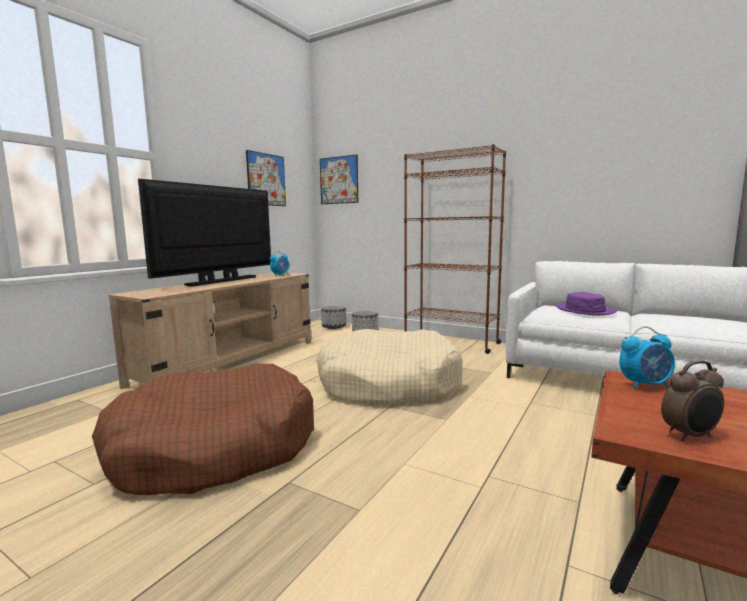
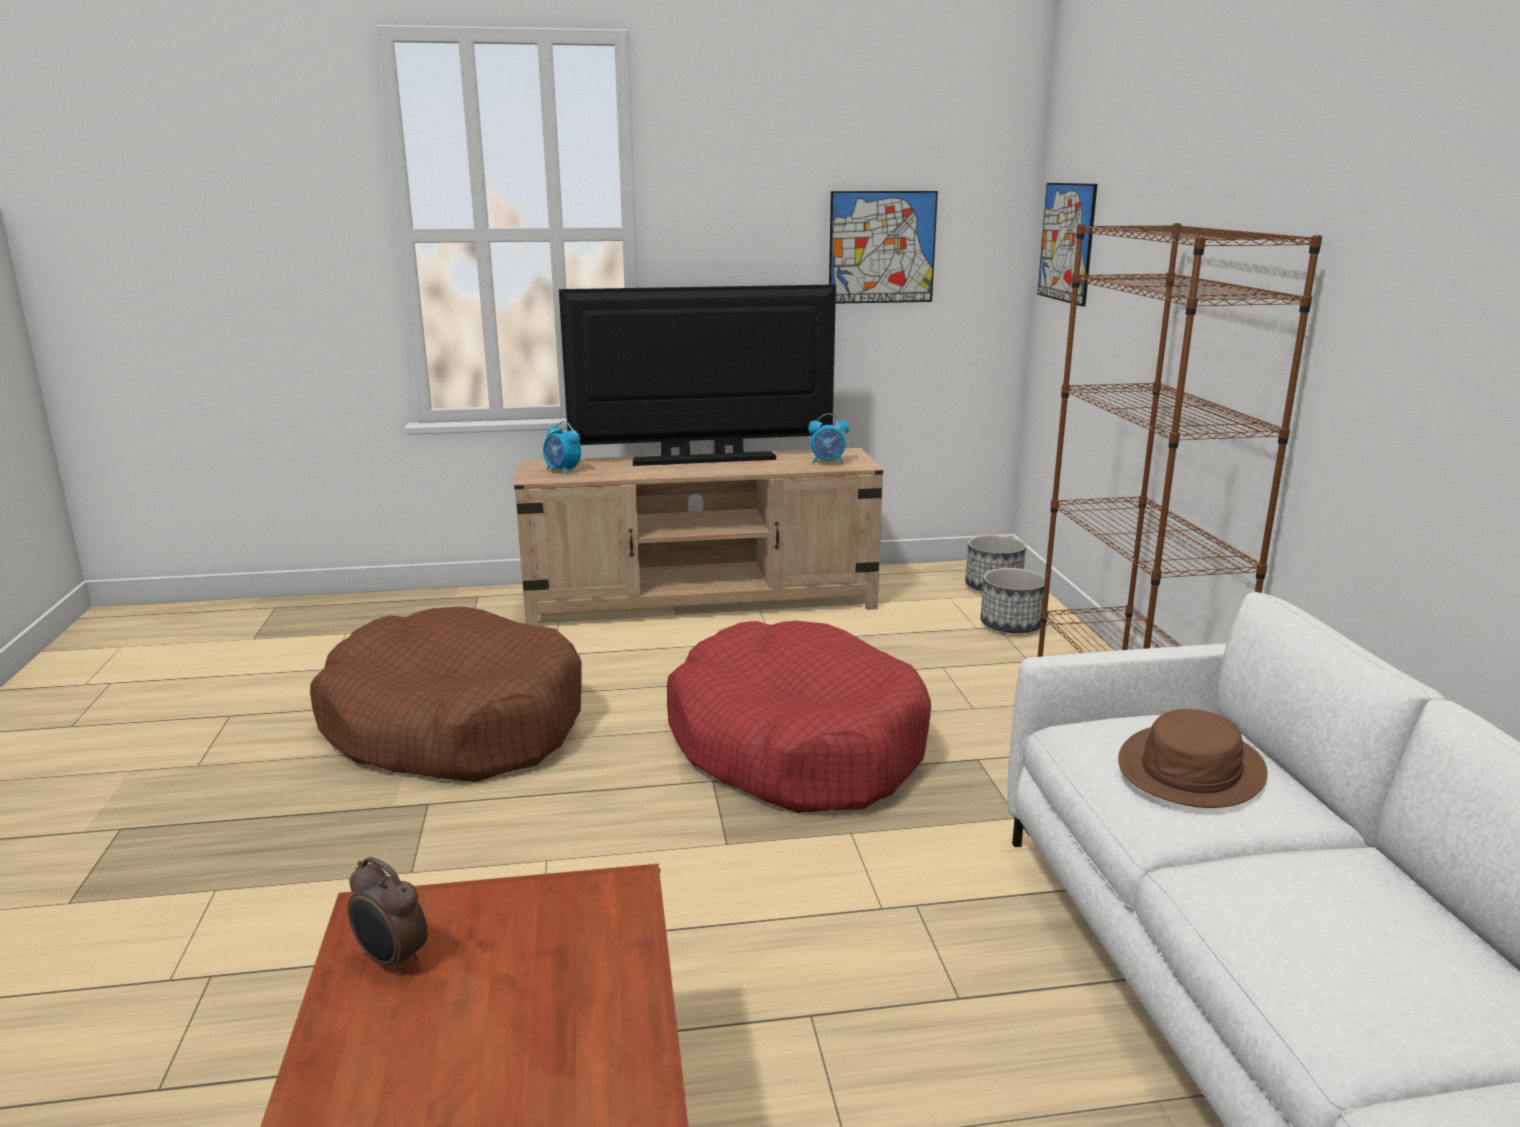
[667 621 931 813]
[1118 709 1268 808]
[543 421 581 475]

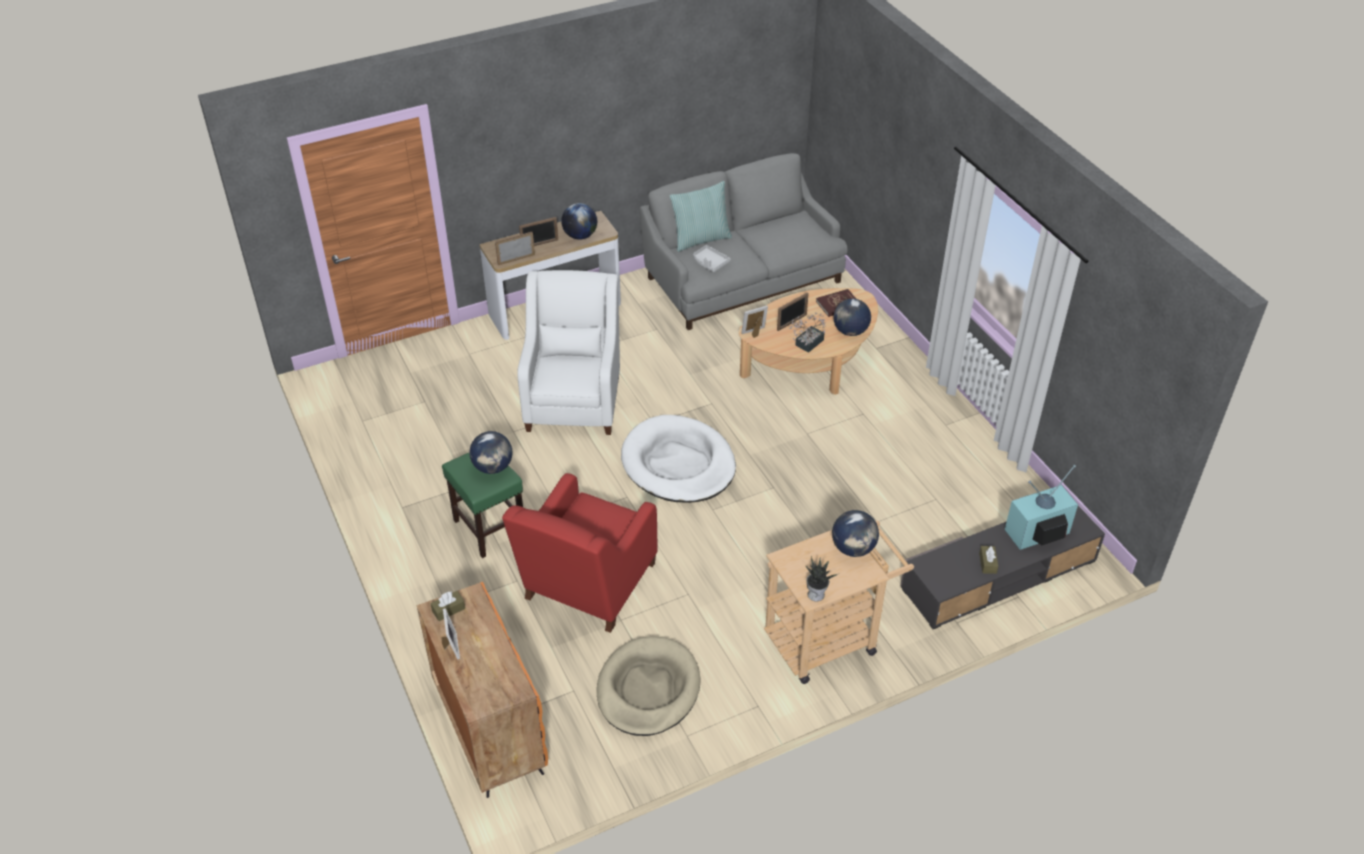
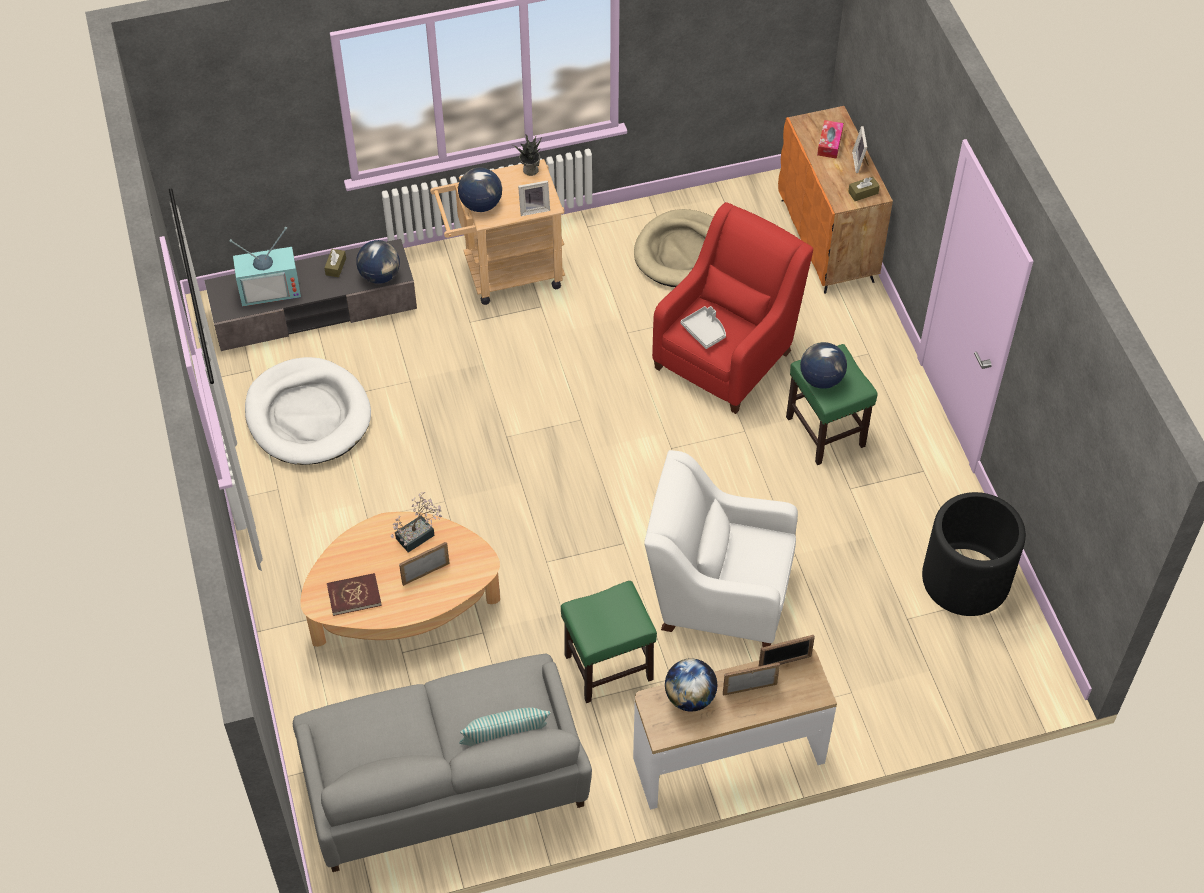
[644 450 798 647]
[245 357 371 465]
[680 306 726 349]
[518 180 550 216]
[356 240 400 284]
[561 581 657 703]
[817 120 844 159]
[922 492 1026 616]

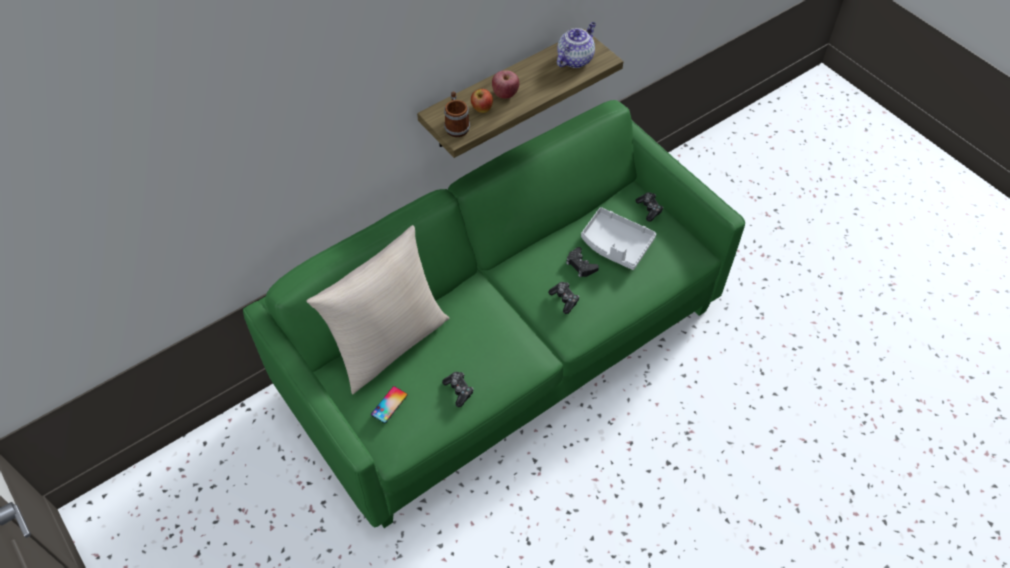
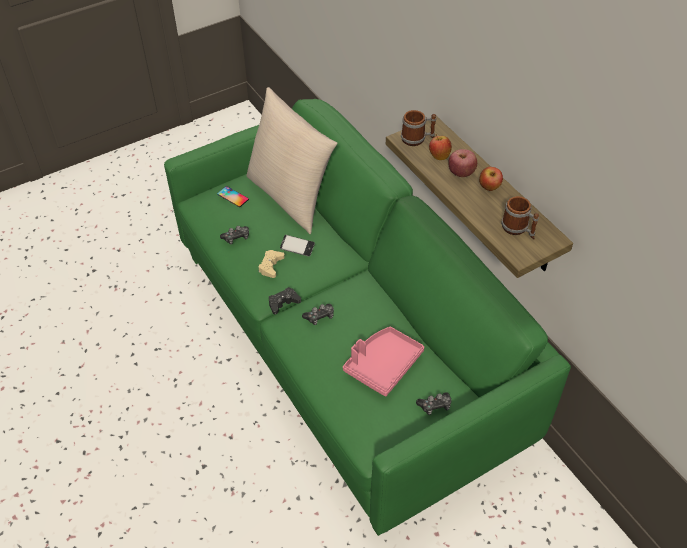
[501 196 539 239]
[269 287 301 315]
[343 327 424 396]
[258 250 285 278]
[280 235 315 257]
[479 167 503 191]

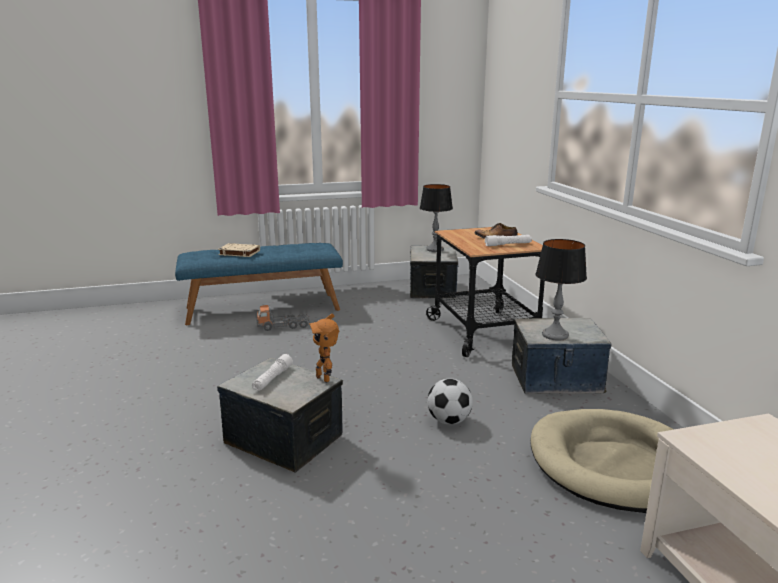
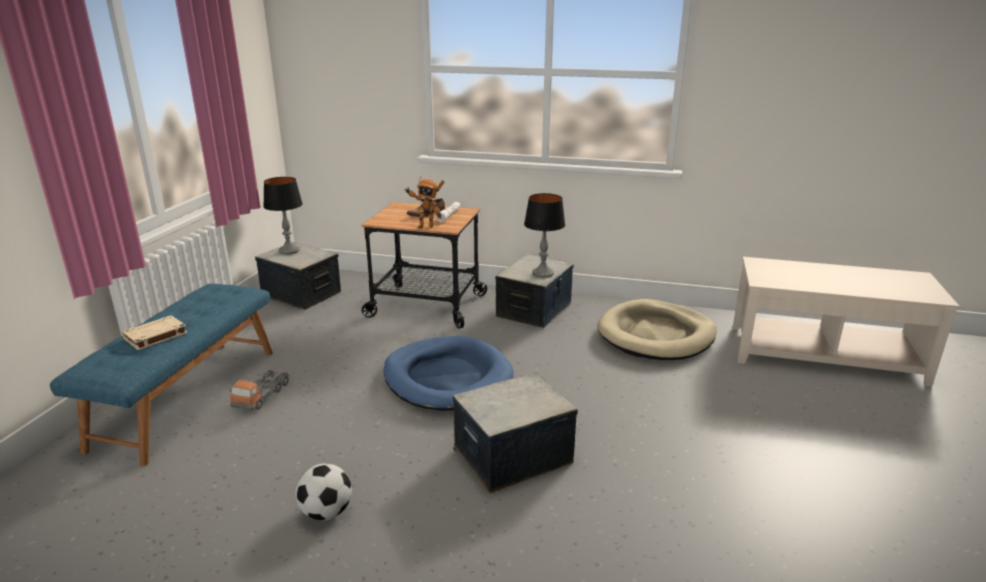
[252 354 293 391] (first image)
[405 176 444 228]
[295 464 352 520]
[383 336 514 411]

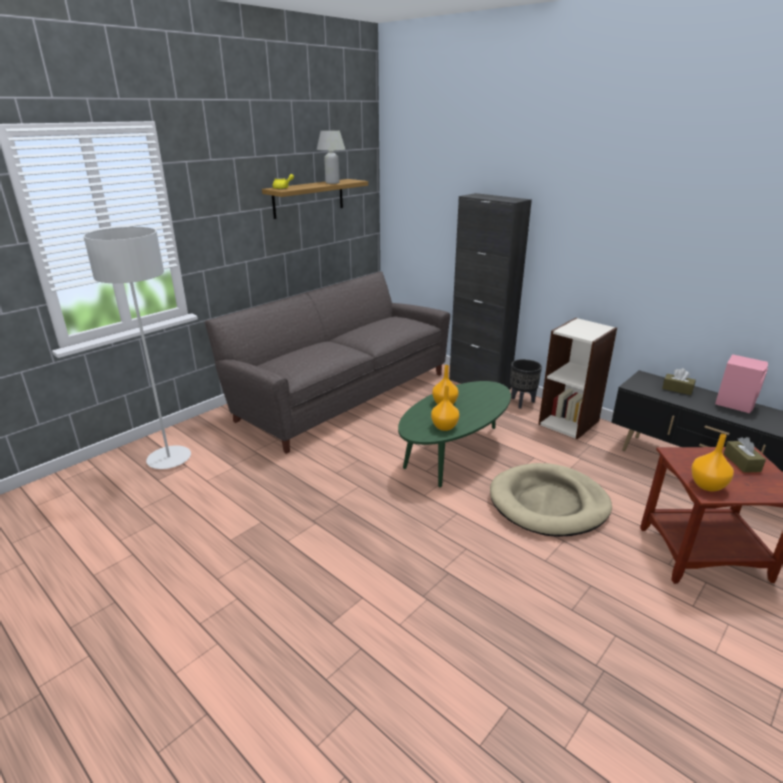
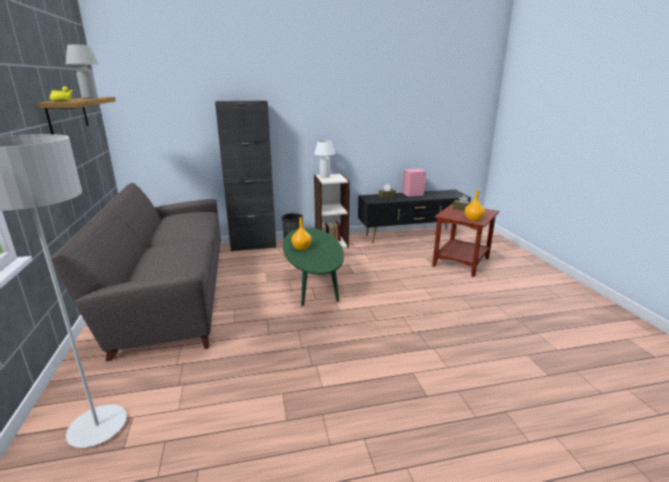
[431 385 459 431] (first image)
[490 463 612 537] (first image)
[314 140 335 178]

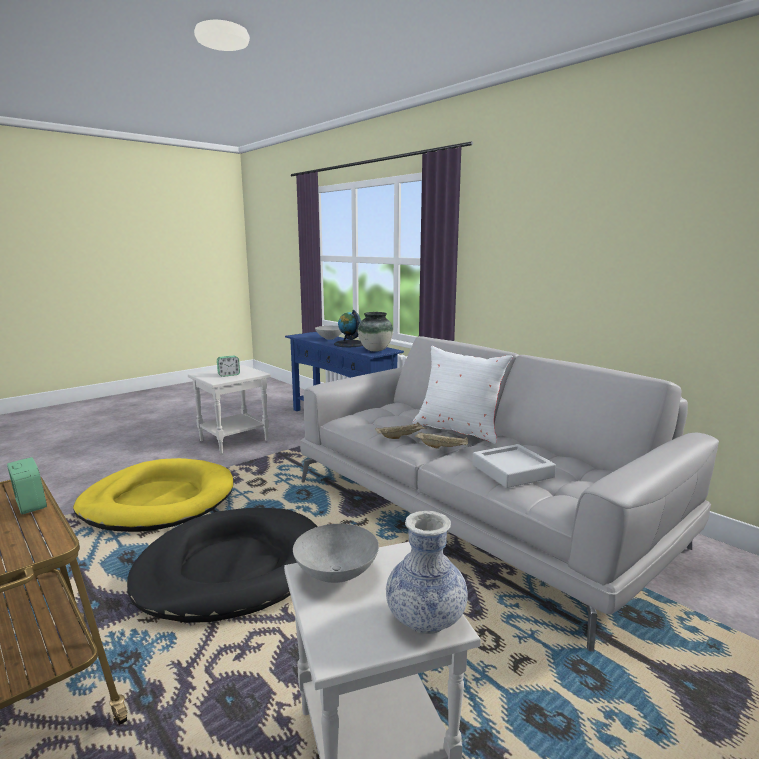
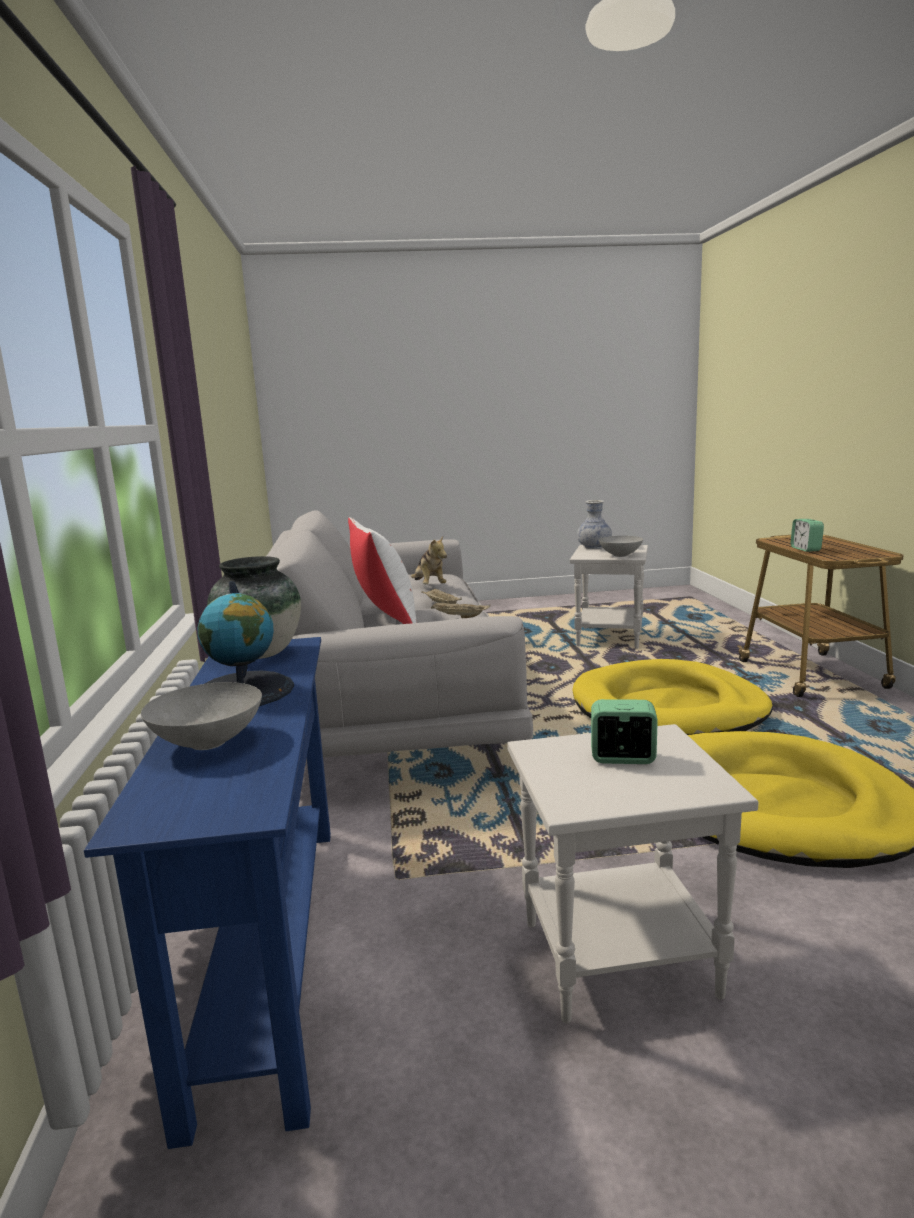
[572 659 773 735]
[411 536 447 584]

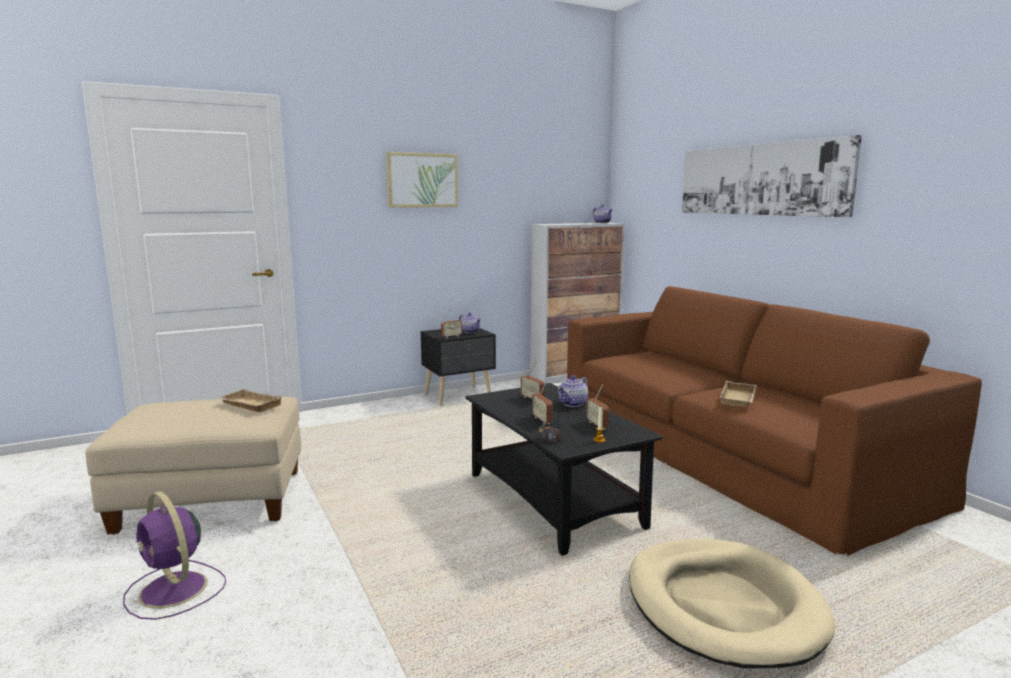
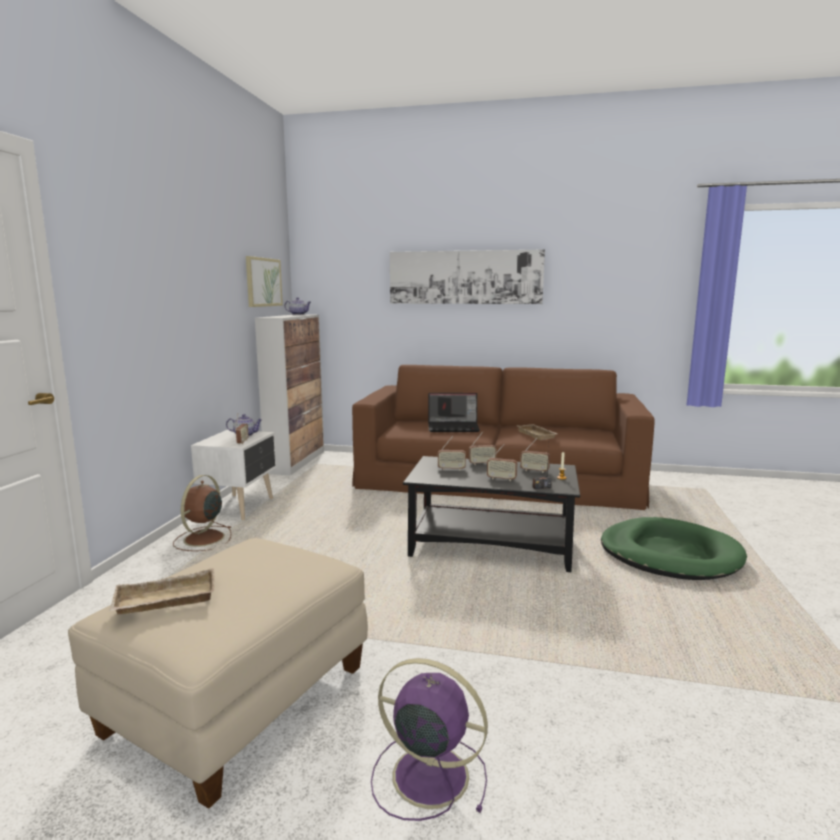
[371 658 488 821]
[109 568 215 615]
[246 256 283 307]
[191 430 277 520]
[469 431 496 465]
[601 517 747 580]
[173 475 232 551]
[428 393 480 432]

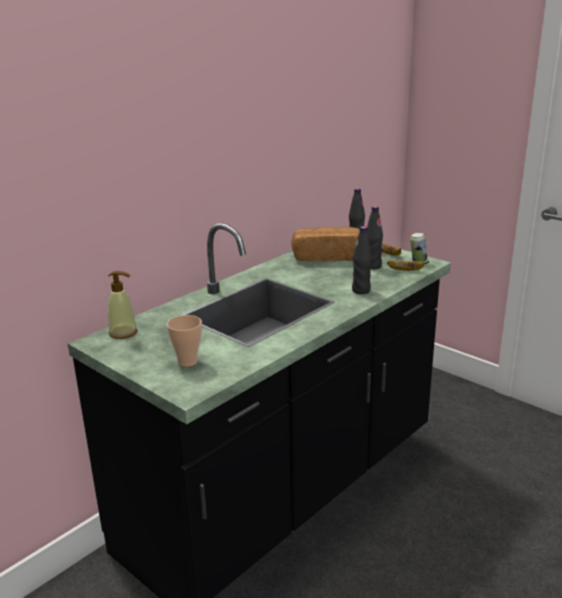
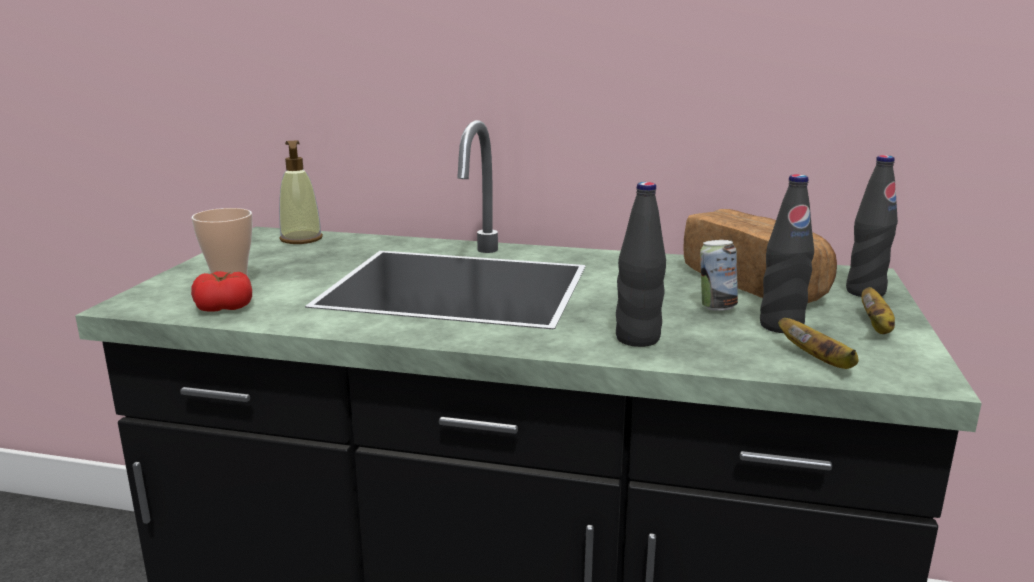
[700 240 738 311]
[191 271 252 312]

